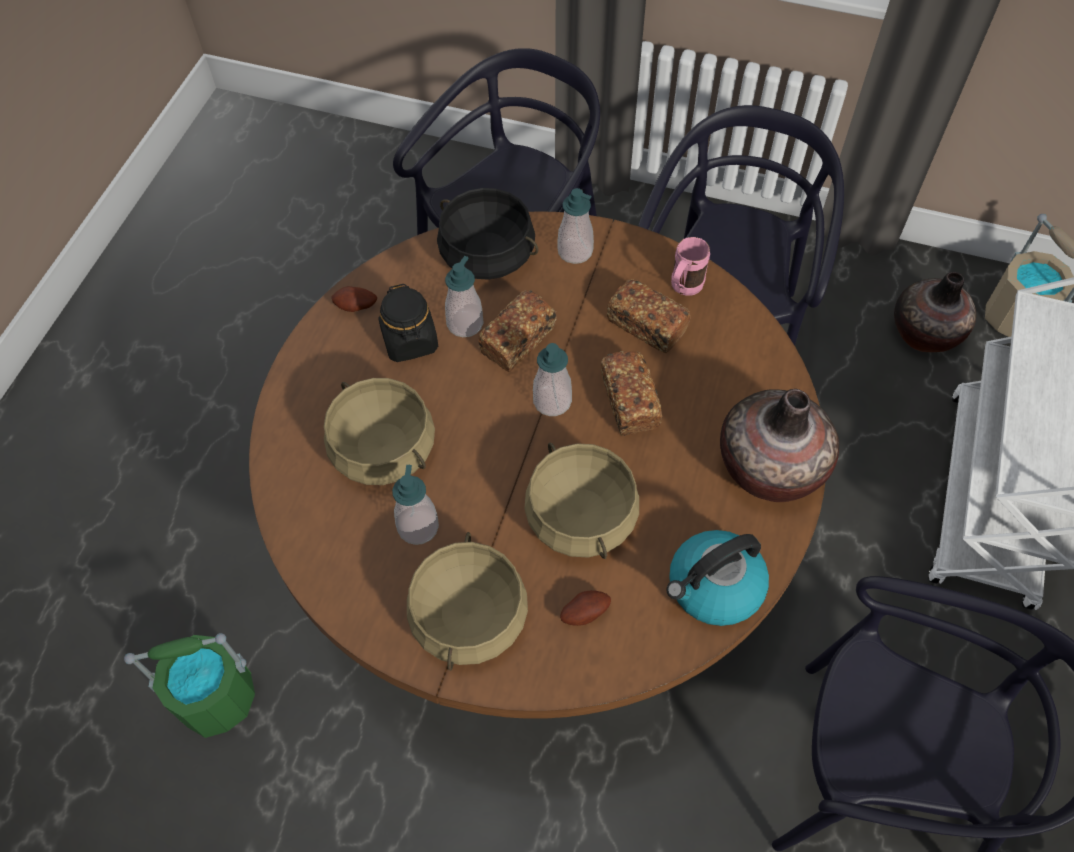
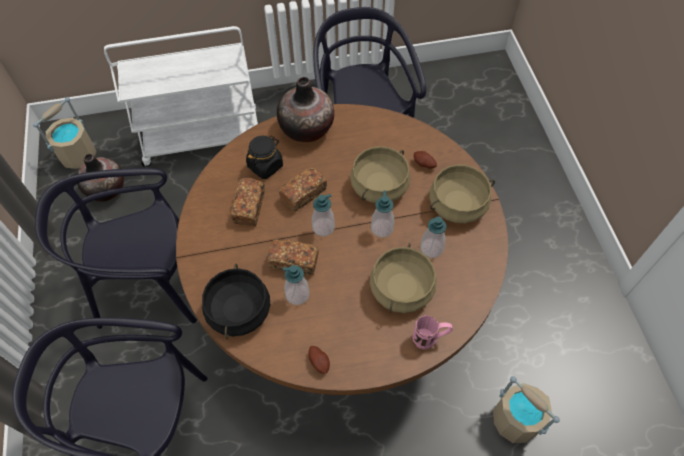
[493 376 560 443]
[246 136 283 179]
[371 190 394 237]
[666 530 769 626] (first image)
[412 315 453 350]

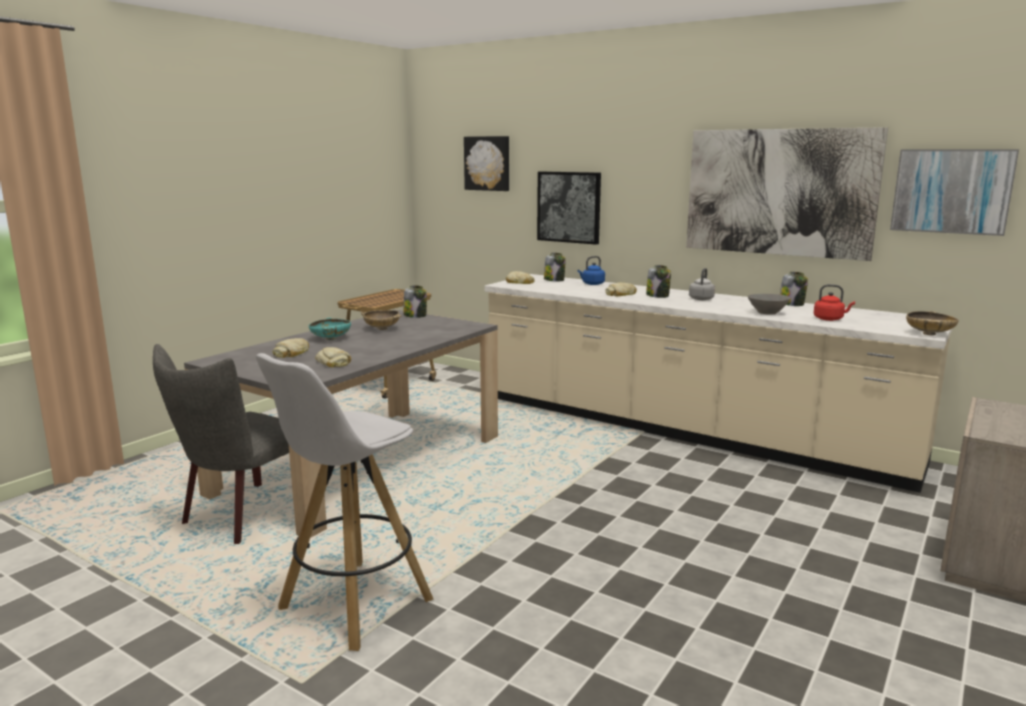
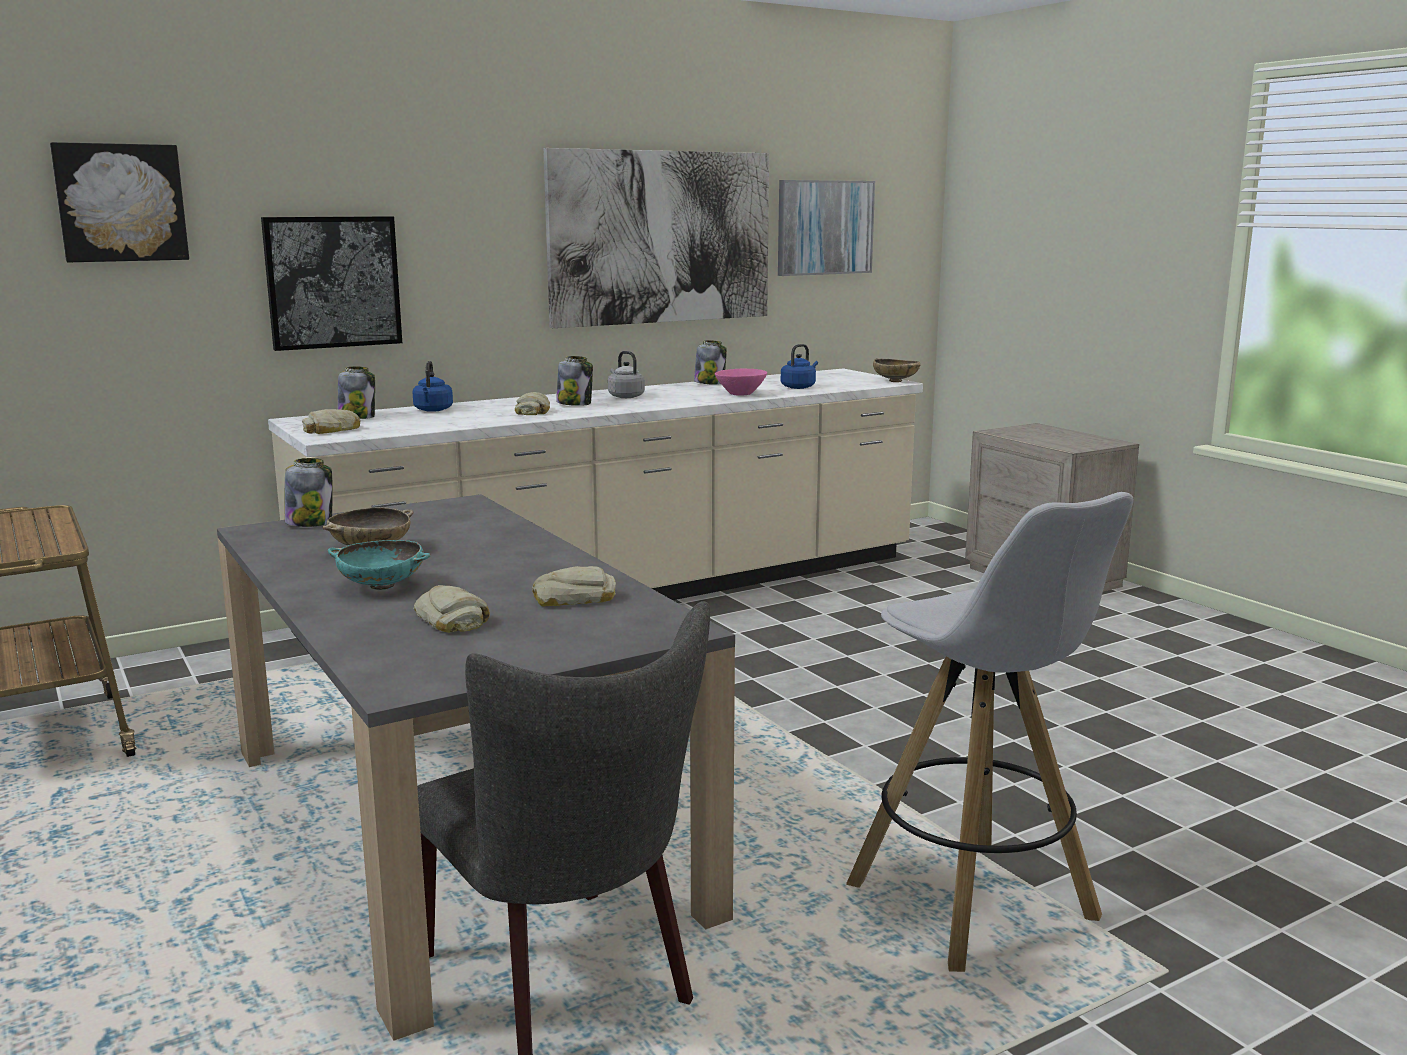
[715 369 767 396]
[781 344 818 389]

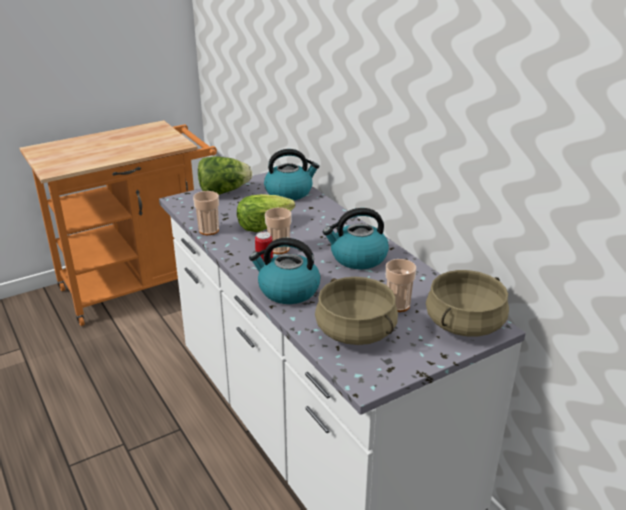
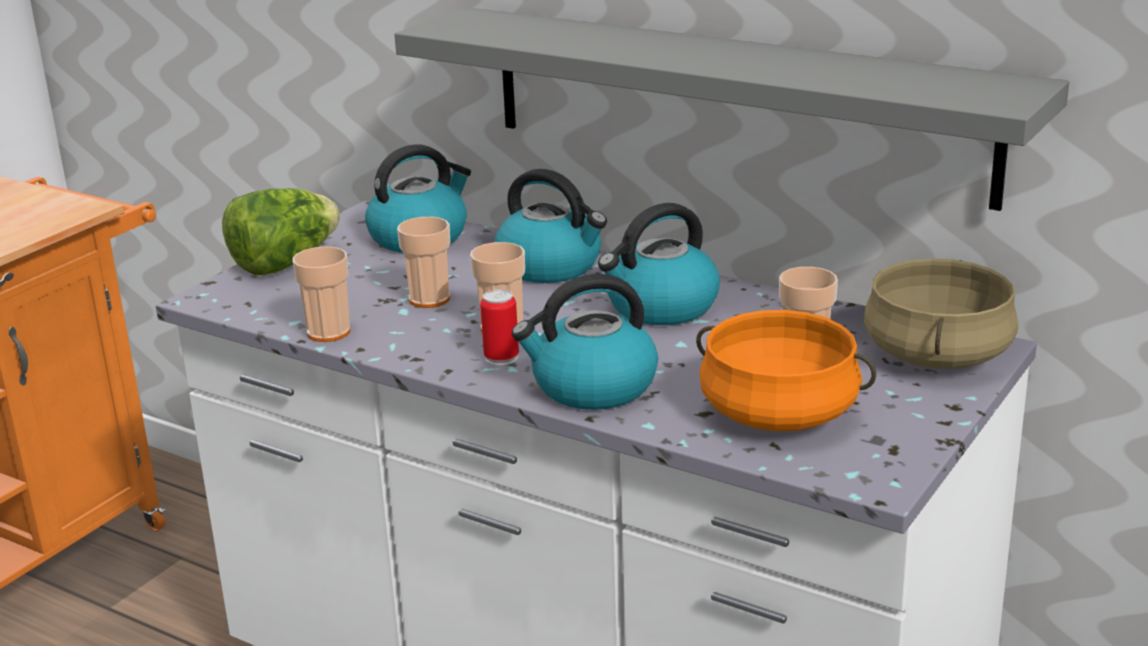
[397 217 450 308]
[696 310 876 431]
[394 7 1069 211]
[494 169 607 283]

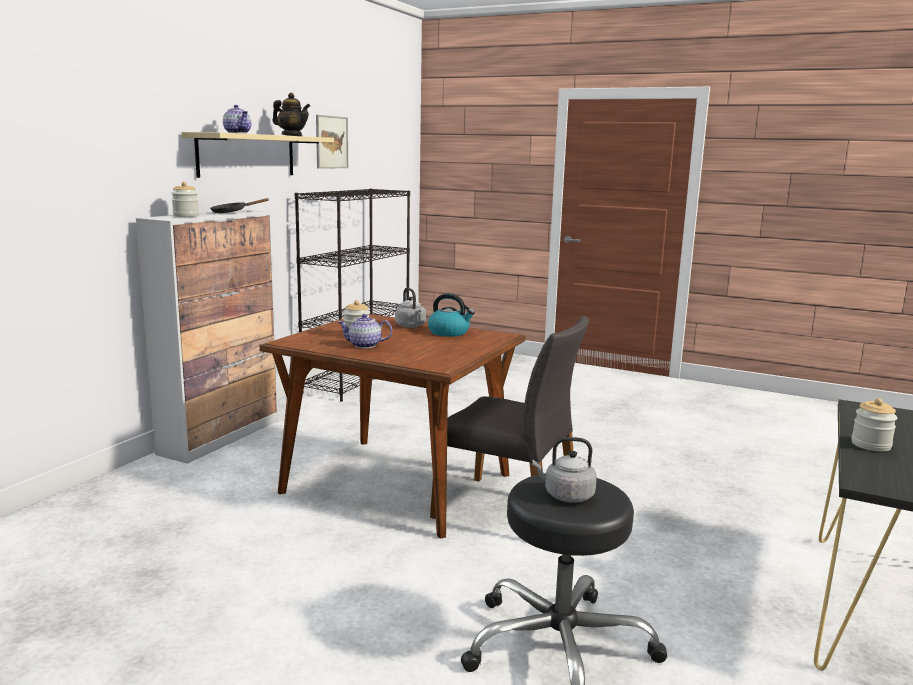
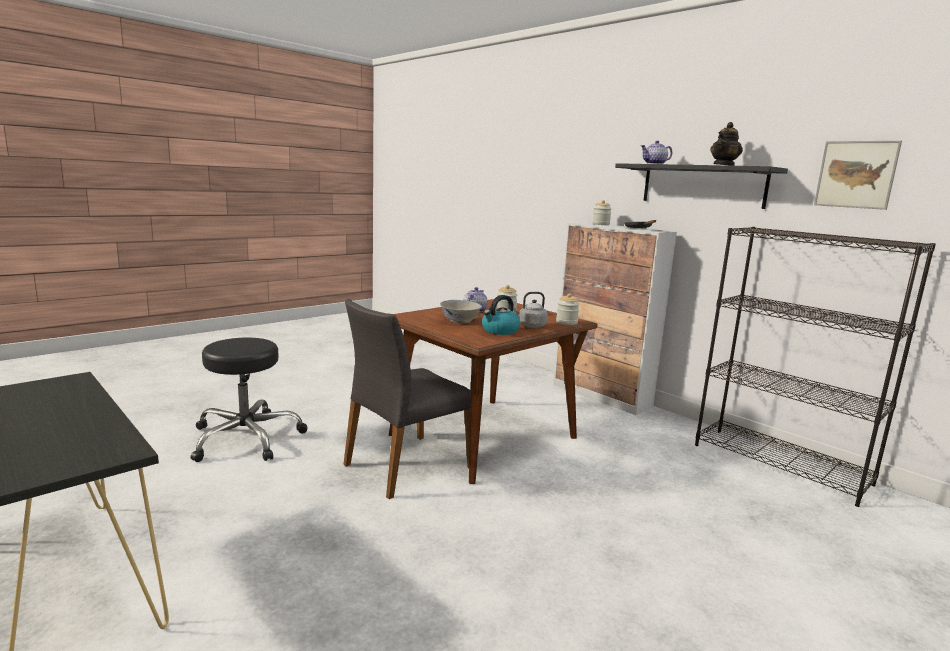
[615 163 788 209]
[532 437 597 503] (first image)
[556 293 580 325]
[440 300 482 323]

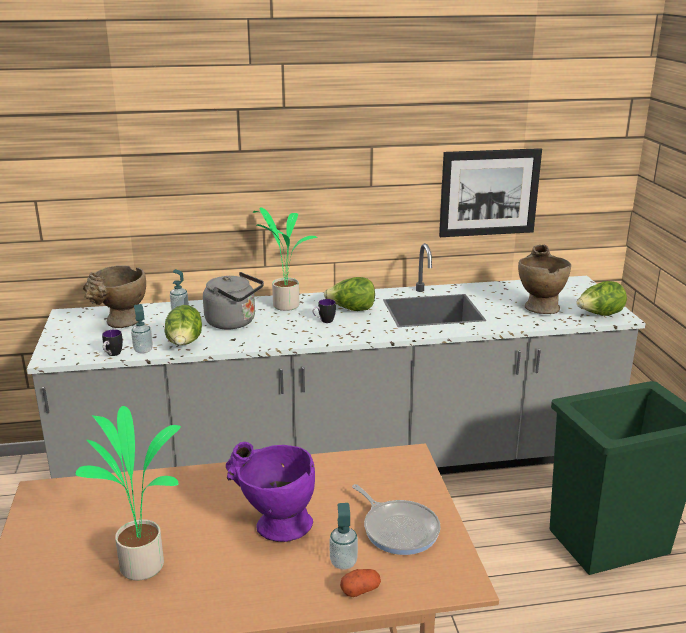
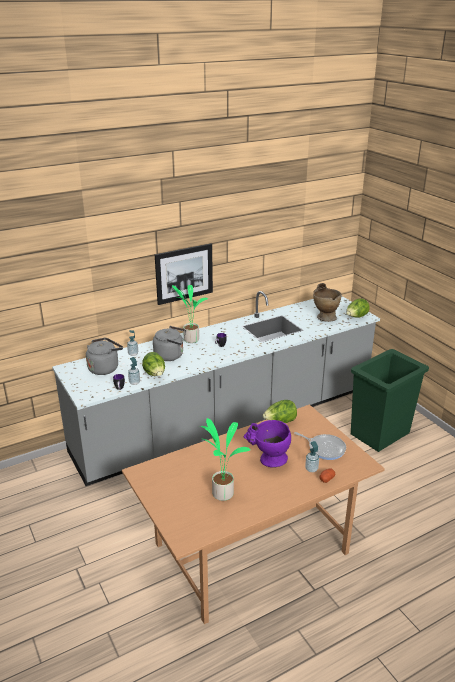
[86 338 123 375]
[263 400 297 423]
[155 244 213 305]

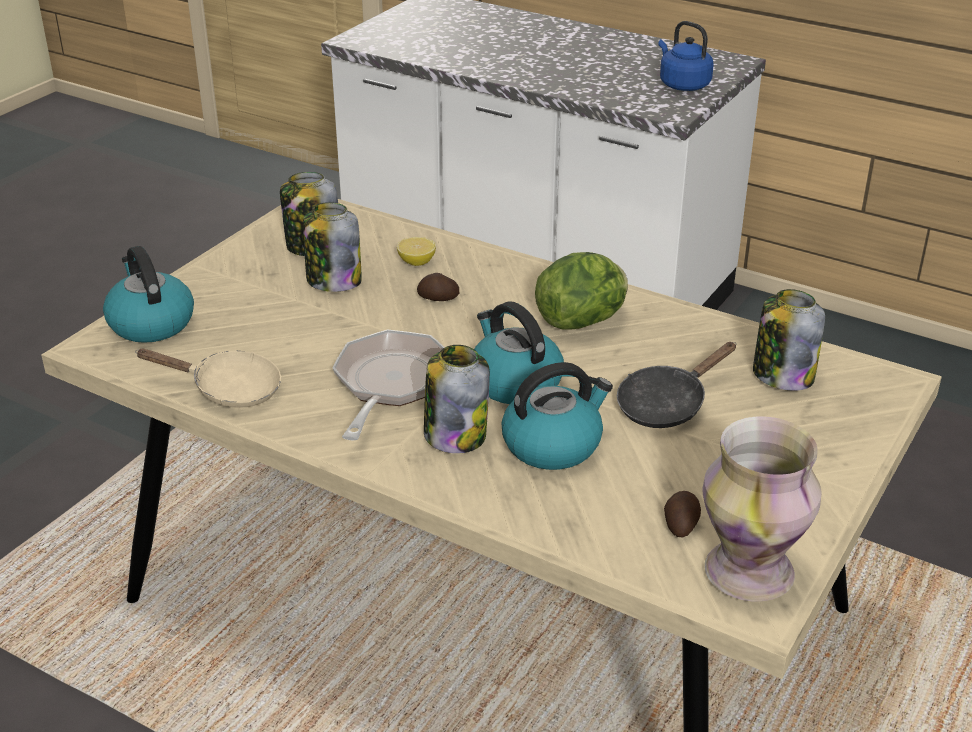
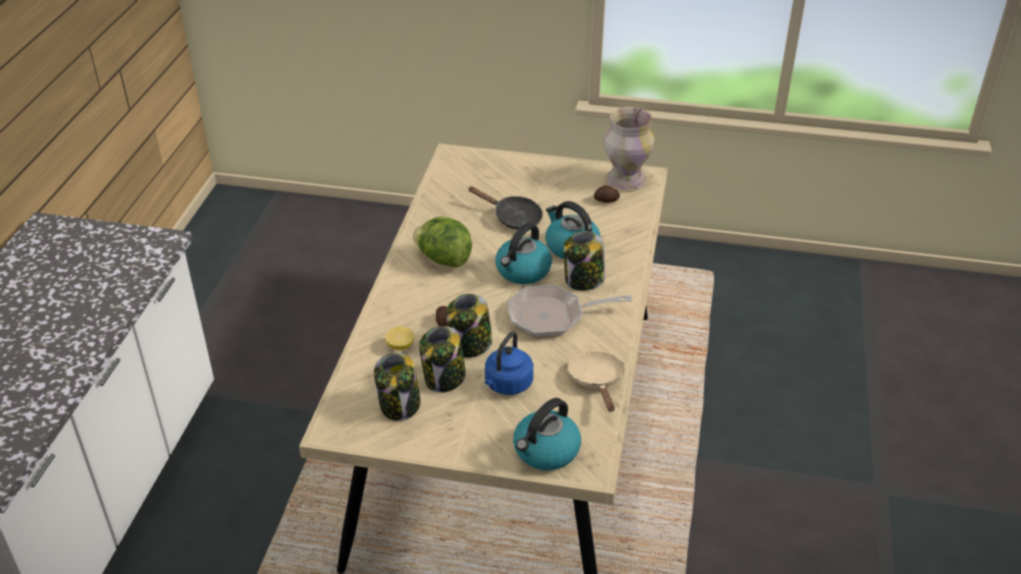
[485 331 533 395]
[446 294 492 358]

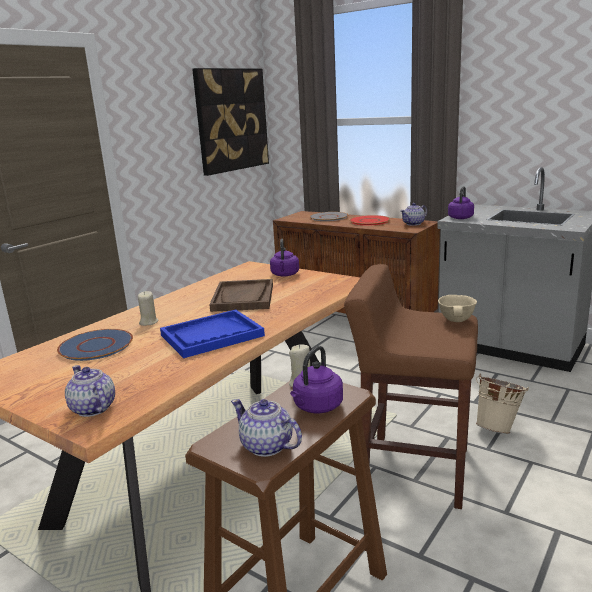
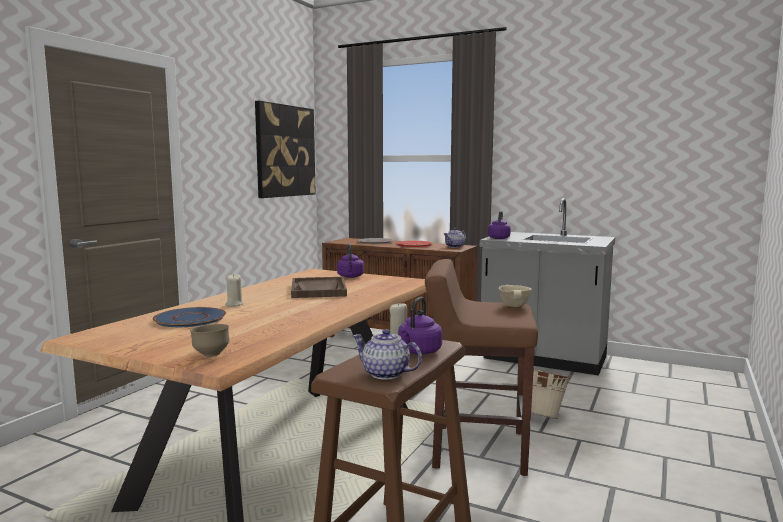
[190 324 229 357]
[160 309 265 358] (first image)

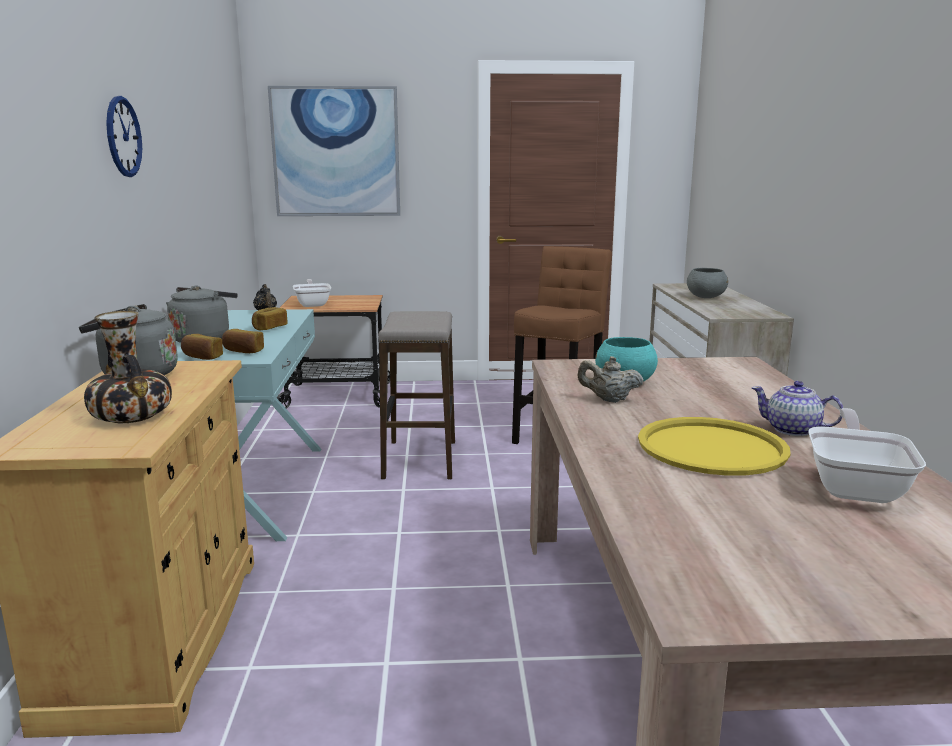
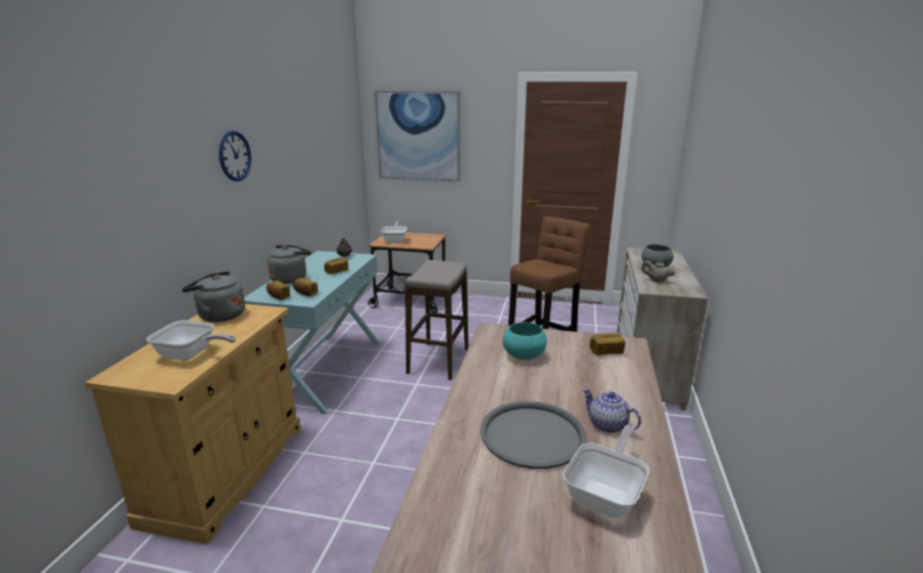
[146 320 236 360]
[641 260 675 283]
[480 401 587 469]
[589 333 625 355]

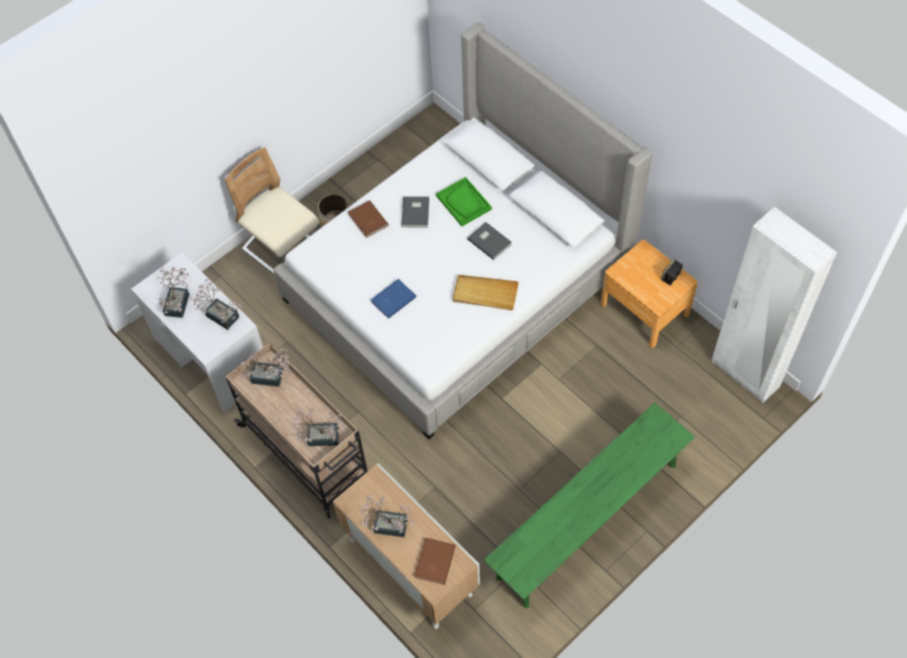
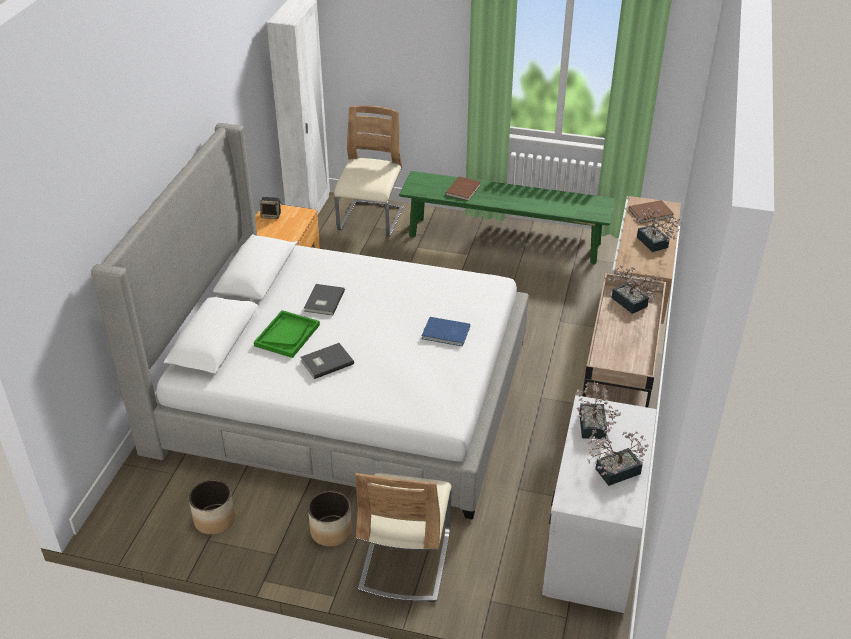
[241 348 291 387] (first image)
[445 177 481 201]
[452 275 519 311] (first image)
[189 480 235 535]
[334 105 404 236]

